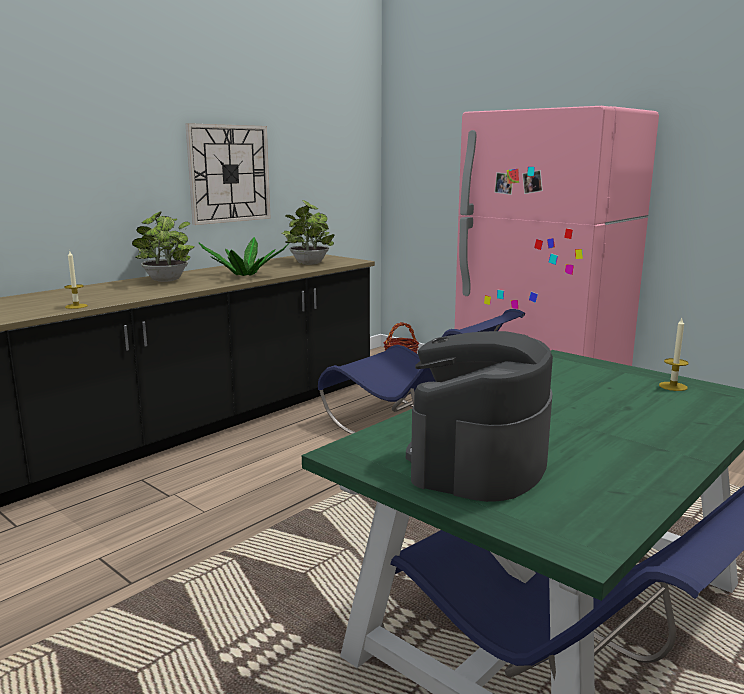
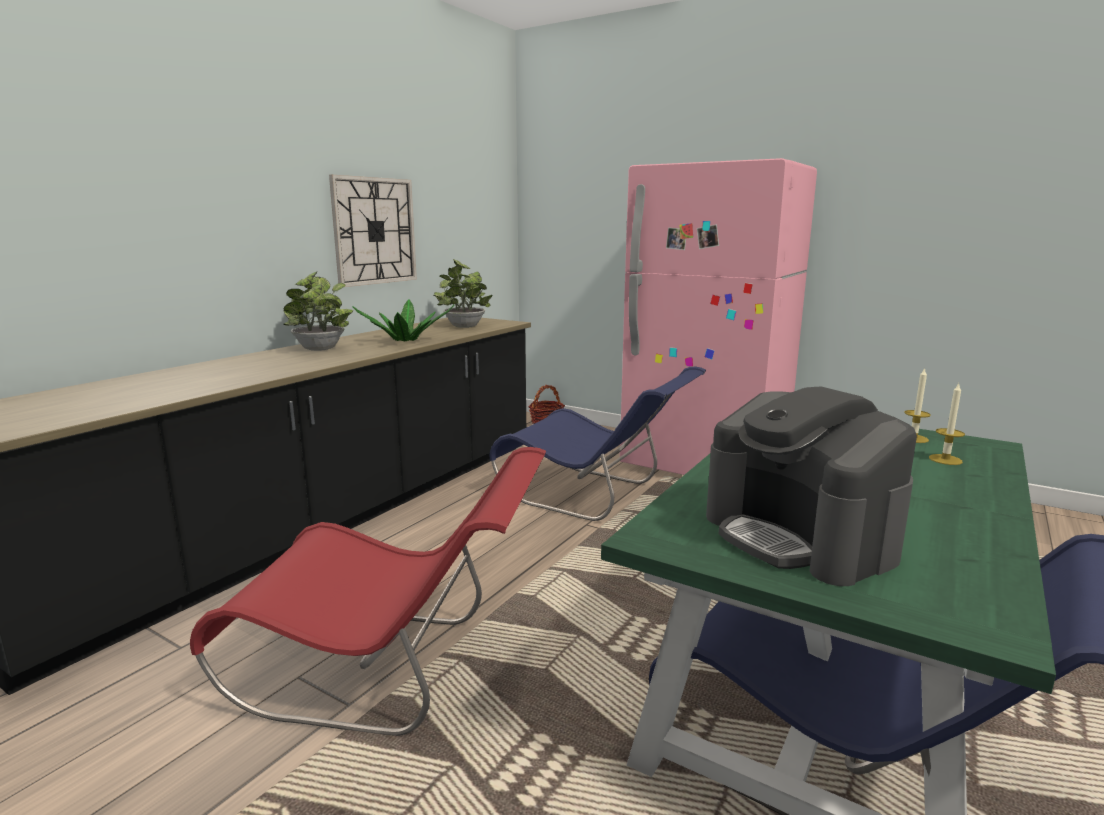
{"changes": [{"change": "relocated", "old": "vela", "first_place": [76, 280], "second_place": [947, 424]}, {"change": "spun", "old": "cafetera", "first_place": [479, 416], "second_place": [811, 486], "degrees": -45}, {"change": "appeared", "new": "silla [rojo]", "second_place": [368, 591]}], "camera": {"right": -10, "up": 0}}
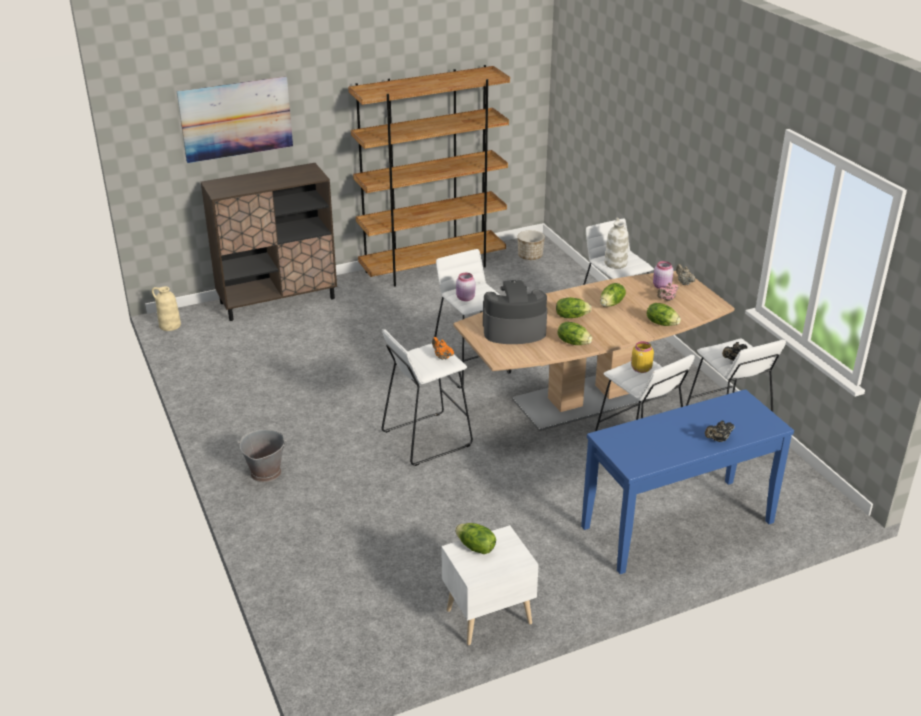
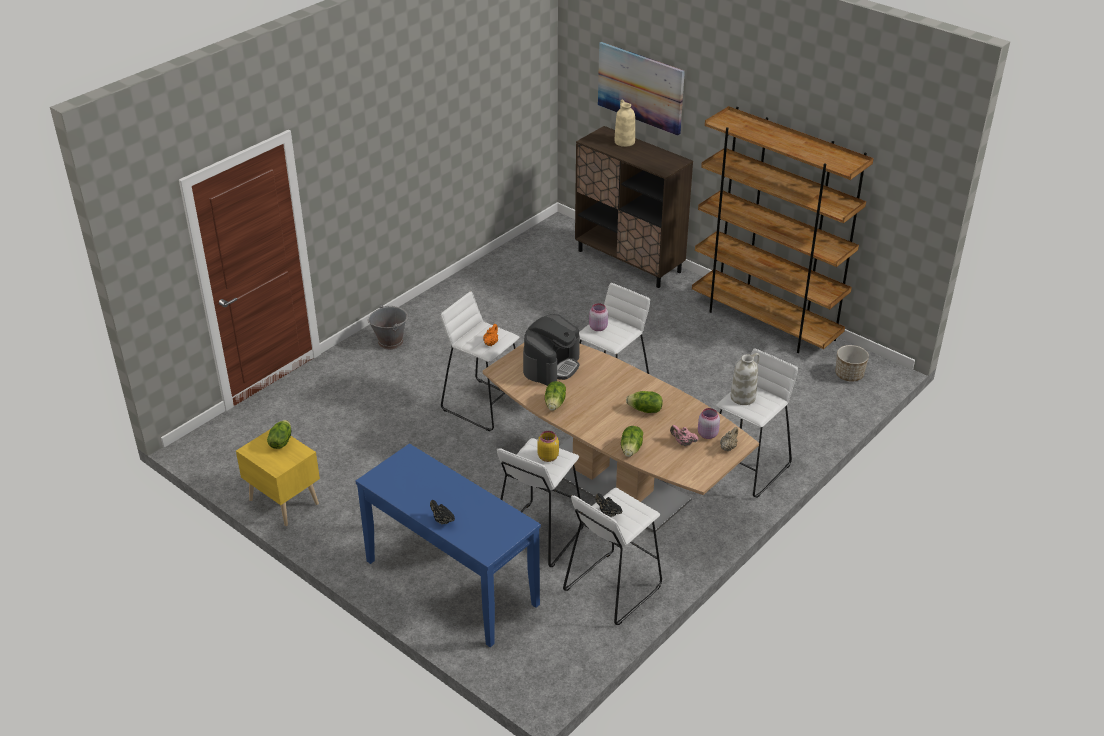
{"changes": [{"change": "spun", "old": "cafetera", "first_place": [515, 312], "second_place": [551, 350], "degrees": 60}, {"change": "relocated", "old": "florero [beis]", "first_place": [166, 308], "second_place": [625, 123]}, {"change": "missing", "old": "lechuga", "first_place": [574, 307]}, {"change": "colour", "old": "mesita de noche [blanco]", "new": "mesita de noche [amarillo]", "first_place": [490, 585], "second_place": [278, 477]}], "camera": {"right": 65, "up": 5}}
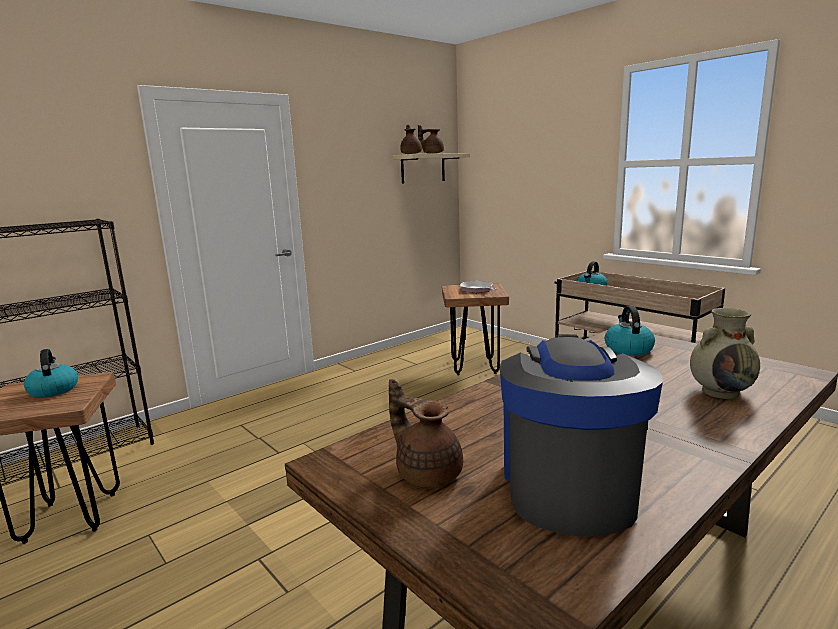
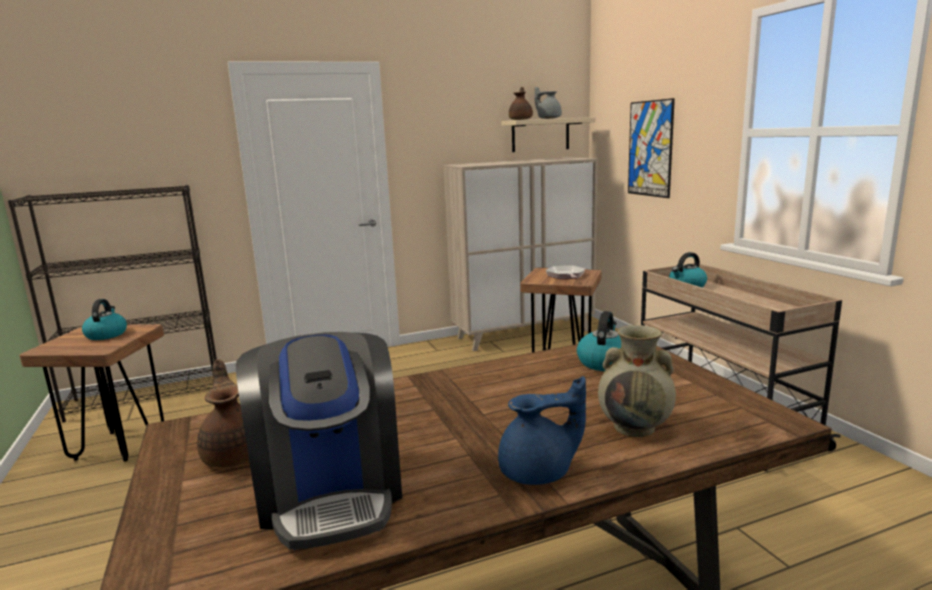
{"changes": [{"change": "colour", "old": "tetera [marrón]", "new": "tetera [gris]", "first_place": [431, 139], "second_place": [548, 103]}, {"change": "spun", "old": "cafetera", "first_place": [581, 435], "second_place": [319, 441], "degrees": 135}, {"change": "appeared", "new": "cuadro", "second_place": [651, 148]}, {"change": "appeared", "new": "armario [beis]", "second_place": [520, 254]}, {"change": "appeared", "new": "tetera [azul]", "second_place": [542, 430]}], "camera": {"right": 20, "up": 0}}
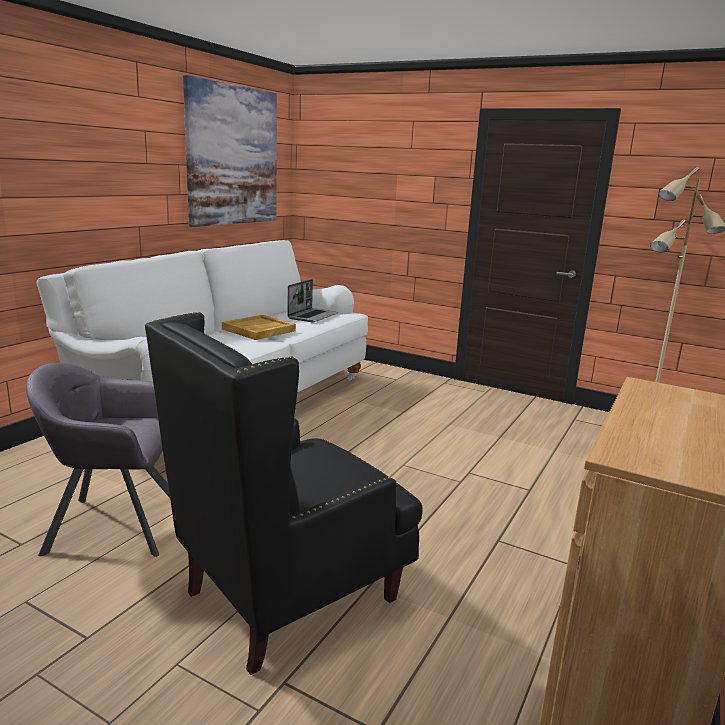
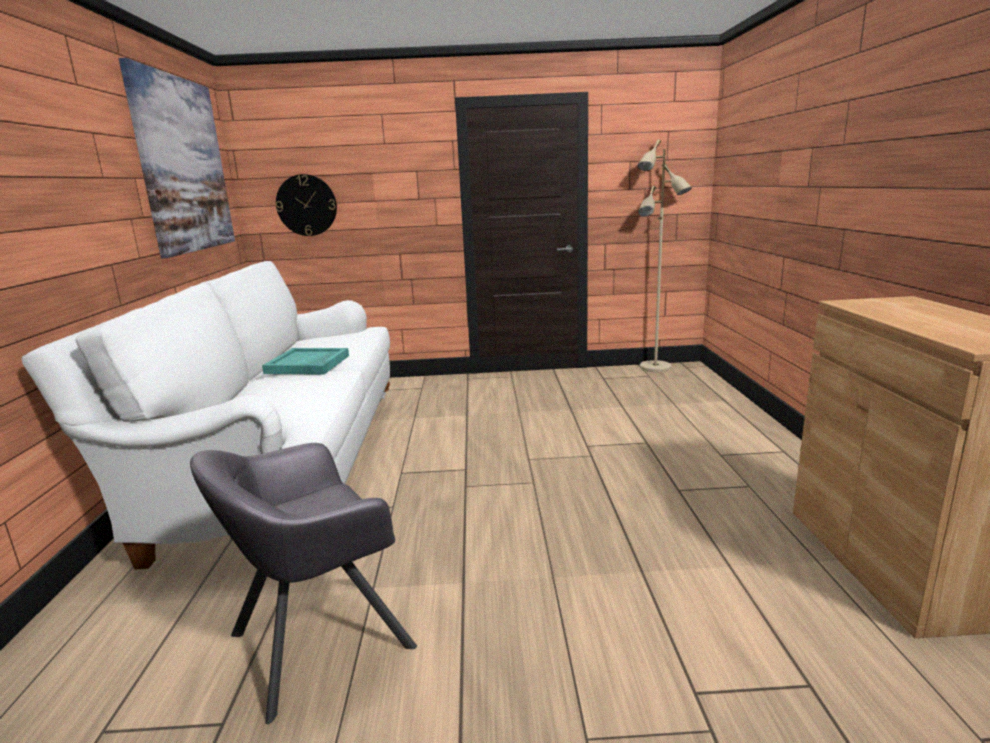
{"changes": [{"change": "missing", "old": "portátil", "first_place": [312, 301]}, {"change": "missing", "old": "sillón [negro]", "first_place": [284, 493]}, {"change": "colour", "old": "bandeja [beis]", "new": "bandeja [turquesa]", "first_place": [259, 327], "second_place": [305, 361]}, {"change": "appeared", "new": "reloj de pared", "second_place": [306, 205]}], "camera": {"right": -30, "up": 0}}
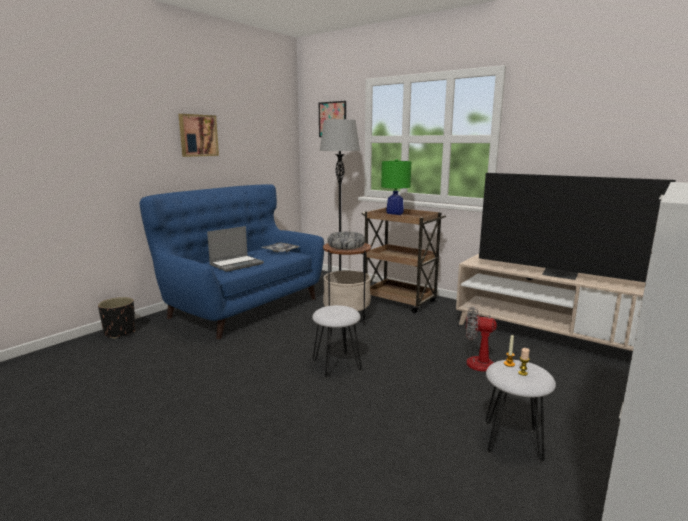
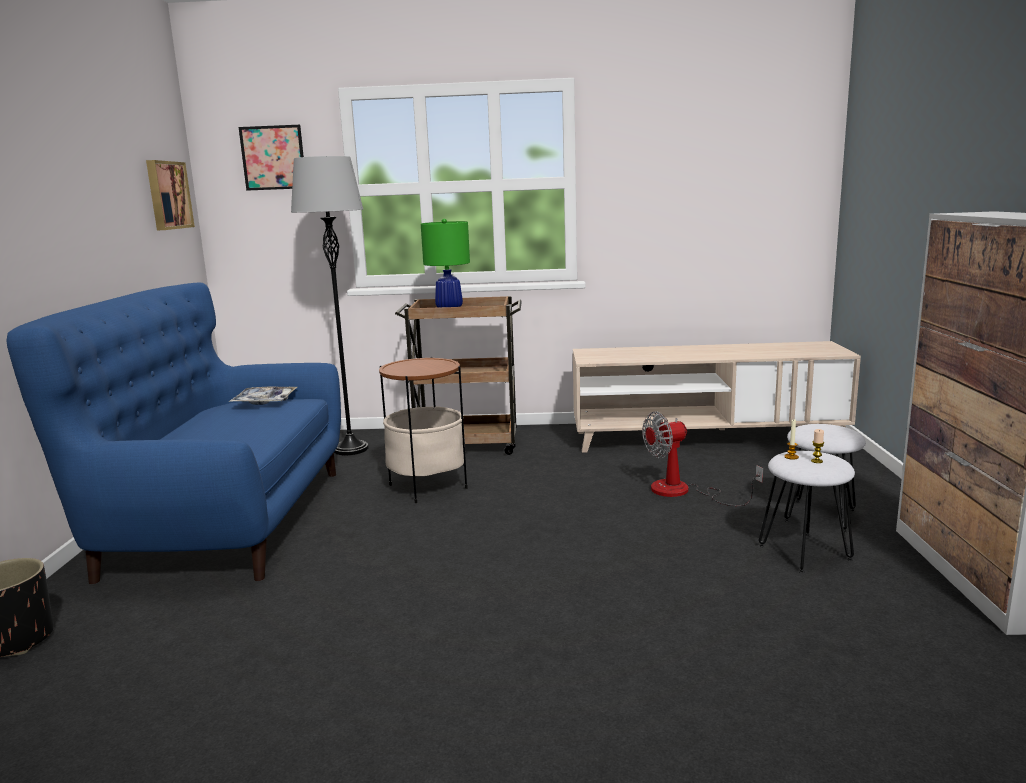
{"changes": [{"change": "relocated", "old": "cuadro", "first_place": [198, 135], "second_place": [170, 195]}, {"change": "missing", "old": "televisor", "first_place": [577, 227]}, {"change": "missing", "old": "portátil", "first_place": [235, 249]}, {"change": "missing", "old": "cuenco", "first_place": [346, 240]}, {"change": "relocated", "old": "taburete [blanco]", "first_place": [337, 342], "second_place": [825, 478]}], "camera": {"right": -35, "up": 0}}
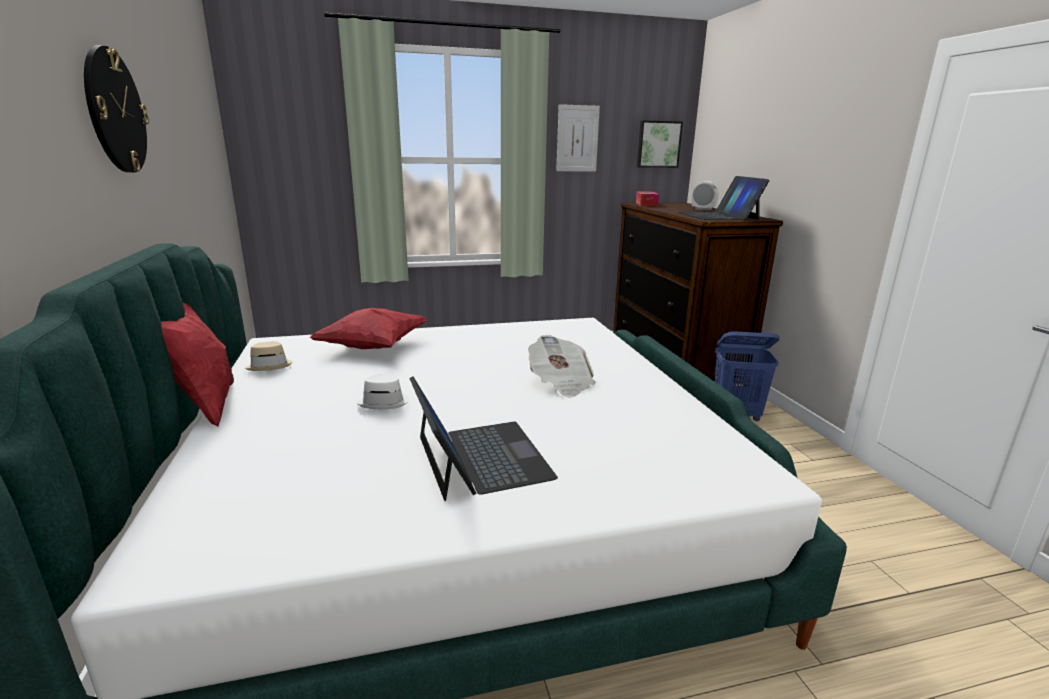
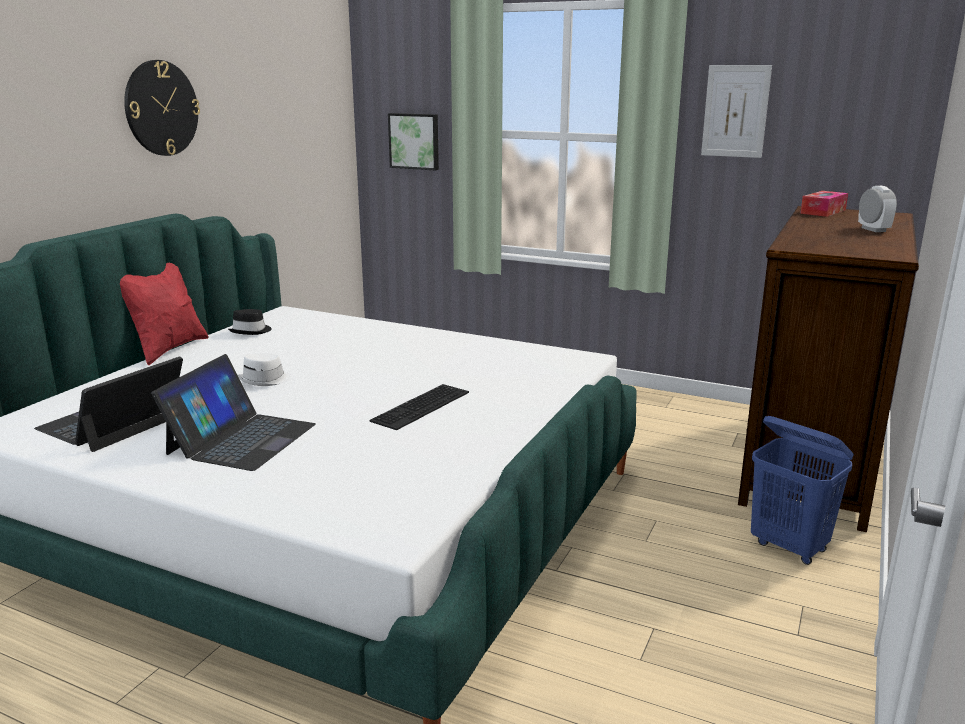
{"changes": [{"change": "relocated", "old": "cuadro", "first_place": [660, 144], "second_place": [413, 141]}, {"change": "relocated", "old": "portátil", "first_place": [724, 198], "second_place": [108, 404]}, {"change": "missing", "old": "cojín [rojo]", "first_place": [368, 328]}, {"change": "exchanged", "old": "periódico", "new": "teclado", "first_place": [562, 366], "second_place": [419, 407]}, {"change": "colour", "old": "sombrero [beis]", "new": "sombrero [negro]", "first_place": [269, 356], "second_place": [250, 322]}], "camera": {"right": 40, "up": 0}}
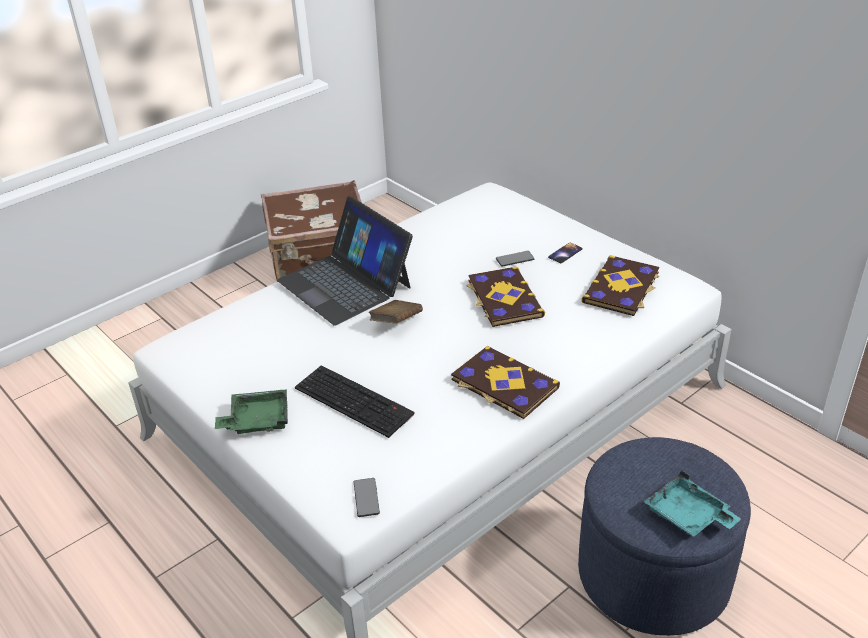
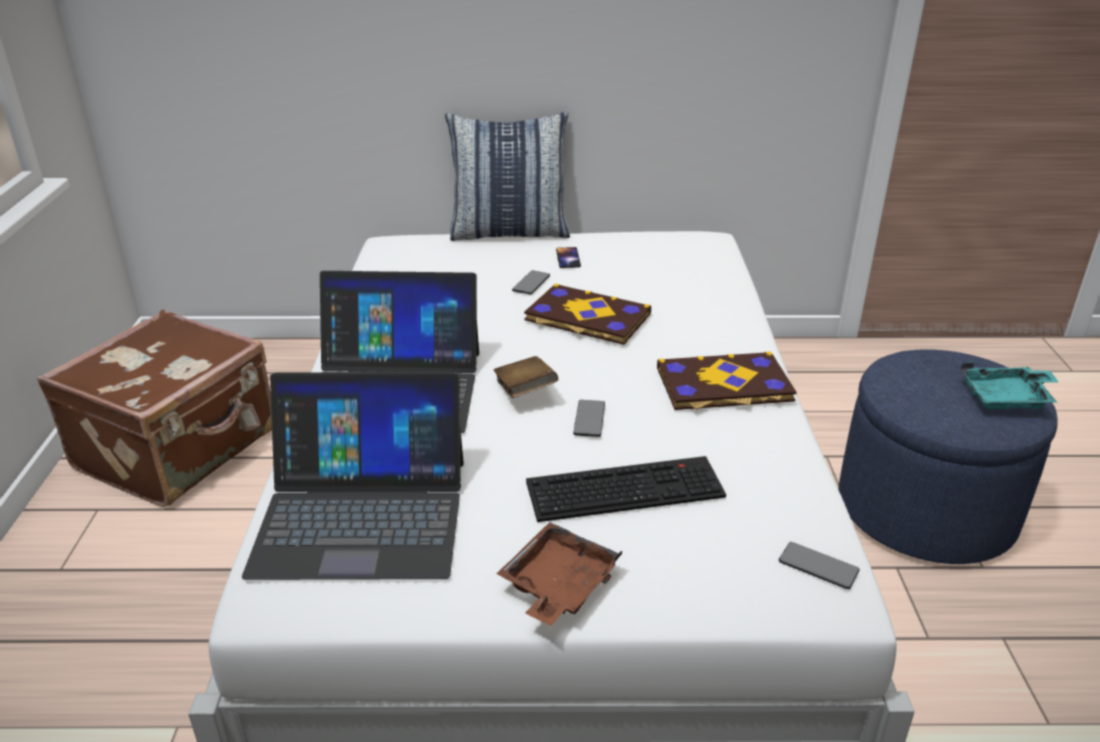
{"changes": [{"change": "missing", "old": "libro", "first_place": [620, 285]}, {"change": "colour", "old": "bandeja [verde]", "new": "bandeja [marrón]", "first_place": [251, 411], "second_place": [560, 574]}, {"change": "appeared", "new": "cojín", "second_place": [507, 176]}, {"change": "appeared", "new": "portátil", "second_place": [353, 476]}, {"change": "appeared", "new": "móvil", "second_place": [589, 418]}], "camera": {"right": -50, "up": -5}}
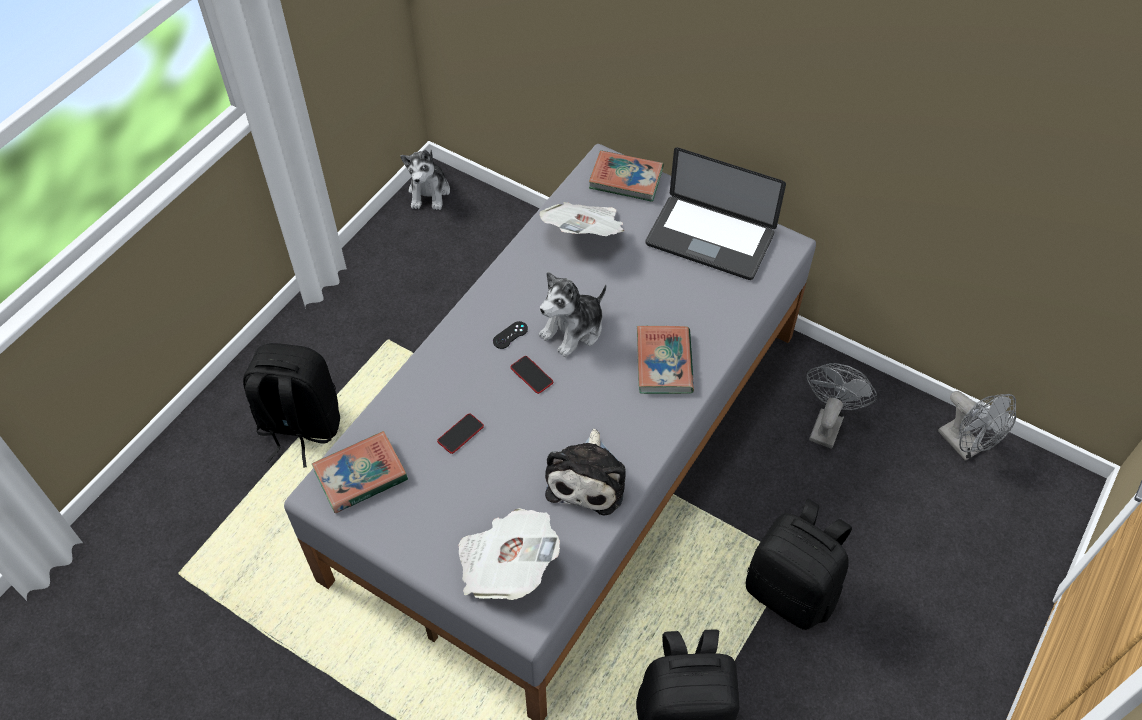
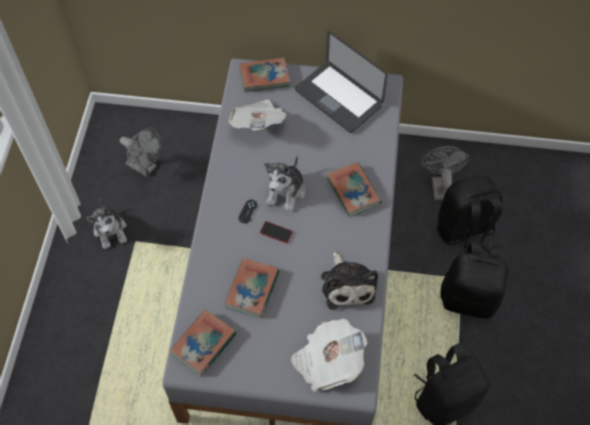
{"changes": [{"change": "spun", "old": "portátil", "first_place": [716, 213], "second_place": [341, 82], "degrees": 45}, {"change": "relocated", "old": "peluche", "first_place": [425, 180], "second_place": [106, 224]}, {"change": "relocated", "old": "mochila [negro]", "first_place": [291, 405], "second_place": [470, 214]}, {"change": "relocated", "old": "ventilador [gris]", "first_place": [977, 426], "second_place": [140, 152]}, {"change": "exchanged", "old": "móvil", "new": "libro", "first_place": [460, 433], "second_place": [252, 288]}], "camera": {"right": -25, "up": 5}}
